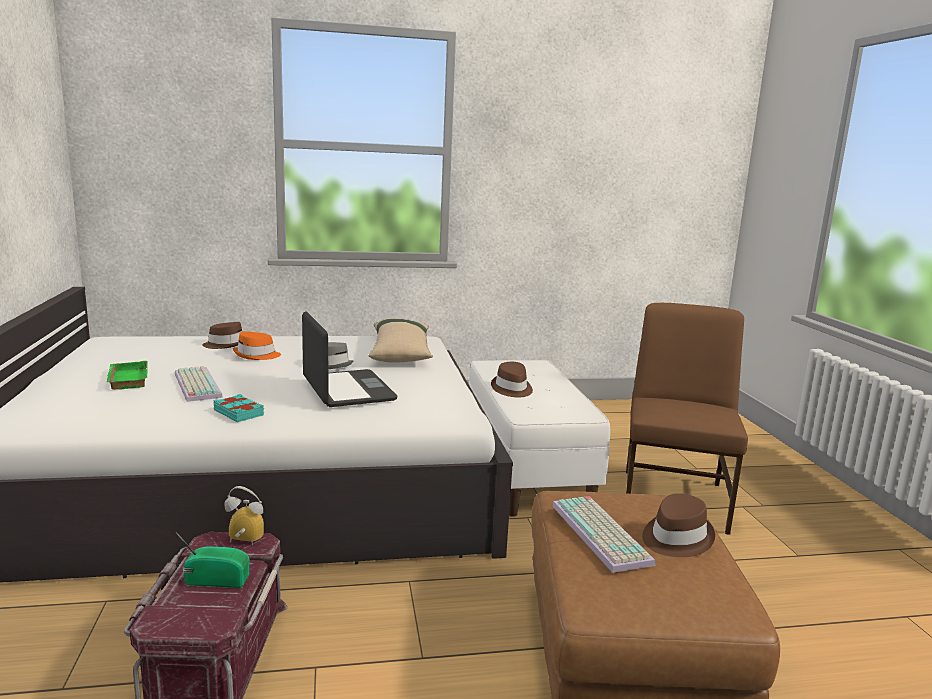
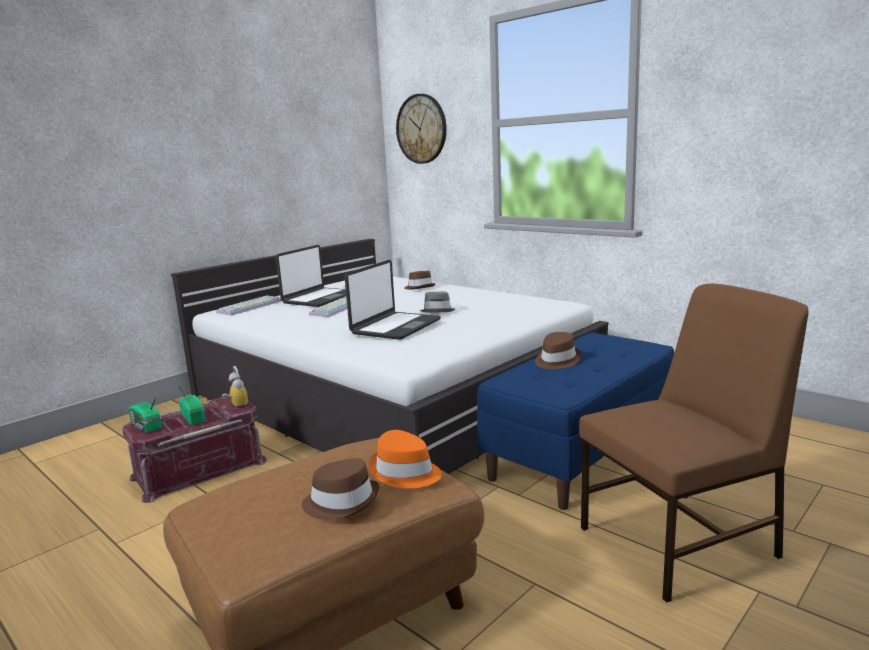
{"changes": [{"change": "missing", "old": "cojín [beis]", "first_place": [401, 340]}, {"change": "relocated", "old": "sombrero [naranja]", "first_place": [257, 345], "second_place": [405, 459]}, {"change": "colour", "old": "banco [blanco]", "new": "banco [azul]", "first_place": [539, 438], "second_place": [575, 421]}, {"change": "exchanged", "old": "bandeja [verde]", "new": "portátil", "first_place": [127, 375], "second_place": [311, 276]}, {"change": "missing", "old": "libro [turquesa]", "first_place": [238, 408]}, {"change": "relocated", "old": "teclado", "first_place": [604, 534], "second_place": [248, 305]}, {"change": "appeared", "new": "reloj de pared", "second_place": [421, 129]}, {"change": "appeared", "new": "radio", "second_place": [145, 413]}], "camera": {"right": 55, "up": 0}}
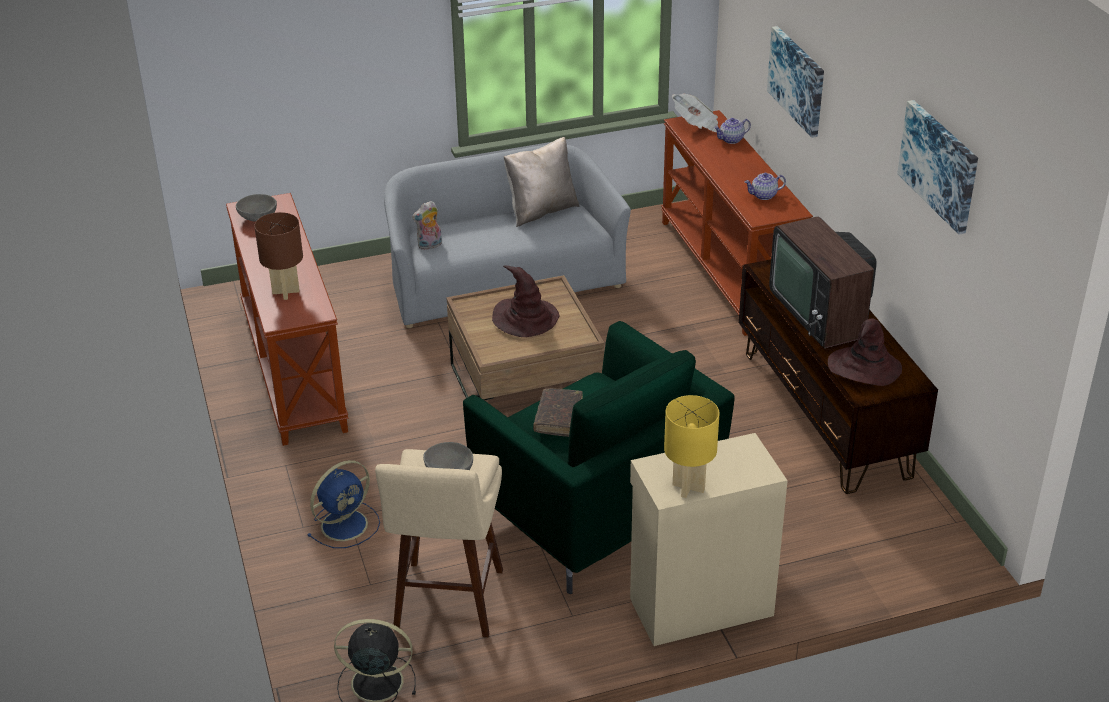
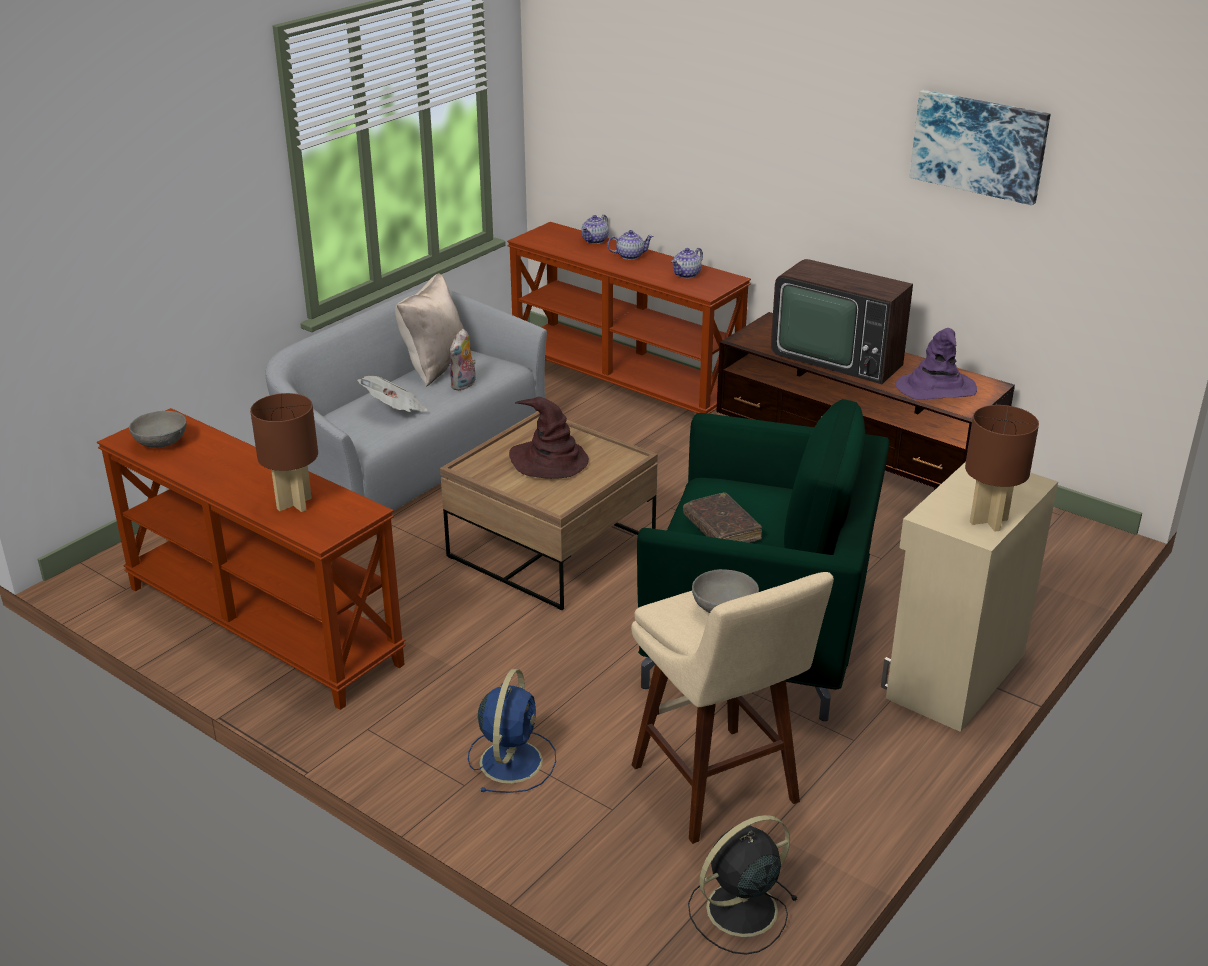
{"changes": [{"change": "missing", "old": "cuadro", "first_place": [795, 82]}, {"change": "relocated", "old": "periódico", "first_place": [695, 113], "second_place": [393, 394]}, {"change": "relocated", "old": "peluche", "first_place": [427, 225], "second_place": [462, 360]}, {"change": "colour", "old": "sombrero [marrón]", "new": "sombrero [morado]", "first_place": [865, 352], "second_place": [936, 364]}, {"change": "colour", "old": "lámpara de mesa [amarillo]", "new": "lámpara de mesa [marrón]", "first_place": [692, 446], "second_place": [1002, 468]}, {"change": "appeared", "new": "tetera", "second_place": [630, 245]}], "camera": {"right": -35, "up": -5}}
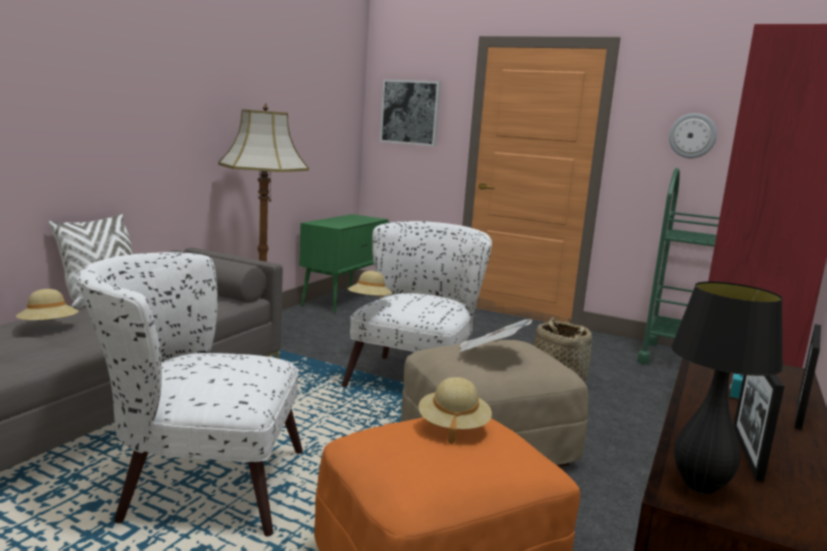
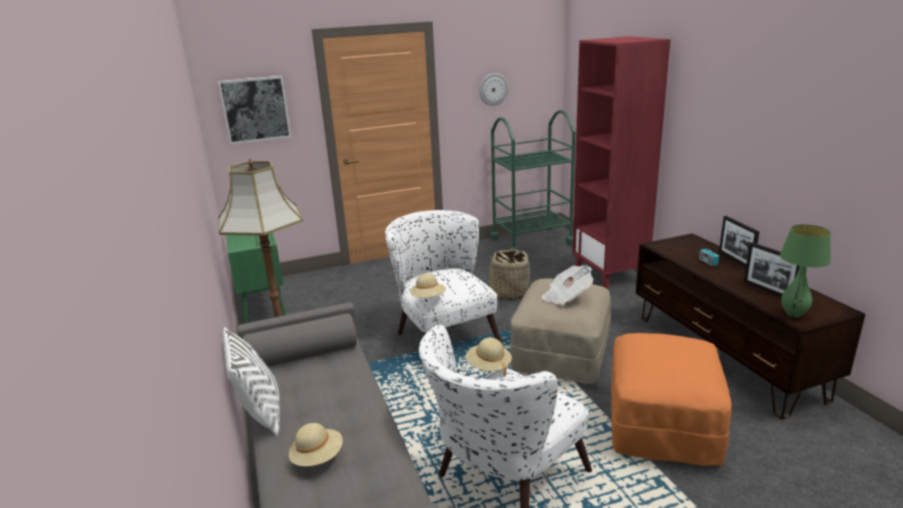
{"changes": [{"change": "colour", "old": "lámpara de mesa [negro]", "new": "lámpara de mesa [verde]", "first_place": [727, 387], "second_place": [805, 270]}, {"change": "relocated", "old": "sombrero [beis]", "first_place": [455, 411], "second_place": [489, 357]}], "camera": {"right": -45, "up": 10}}
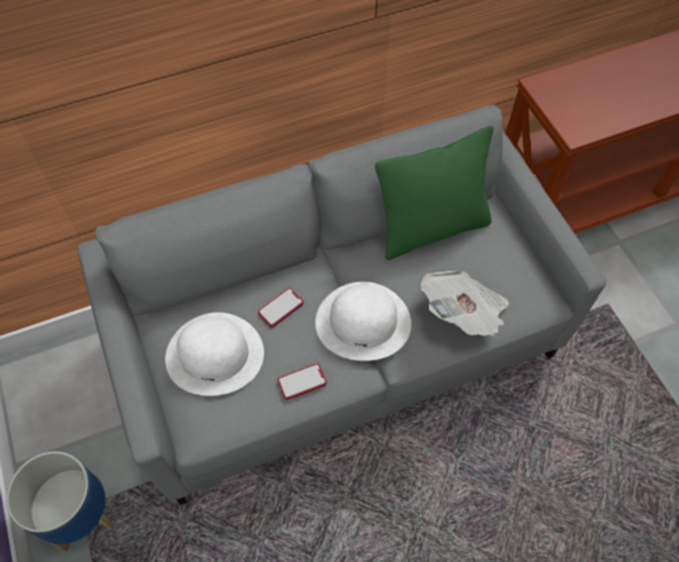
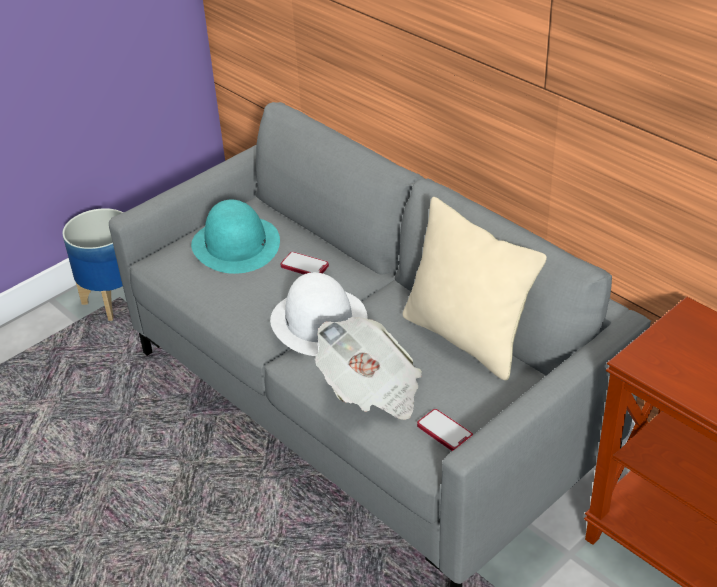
{"changes": [{"change": "colour", "old": "cojín [verde]", "new": "cojín [beis]", "first_place": [434, 193], "second_place": [475, 288]}, {"change": "colour", "old": "sombrero [blanco]", "new": "sombrero [turquesa]", "first_place": [214, 354], "second_place": [235, 237]}, {"change": "relocated", "old": "móvil", "first_place": [302, 381], "second_place": [445, 430]}], "camera": {"right": 70, "up": -20}}
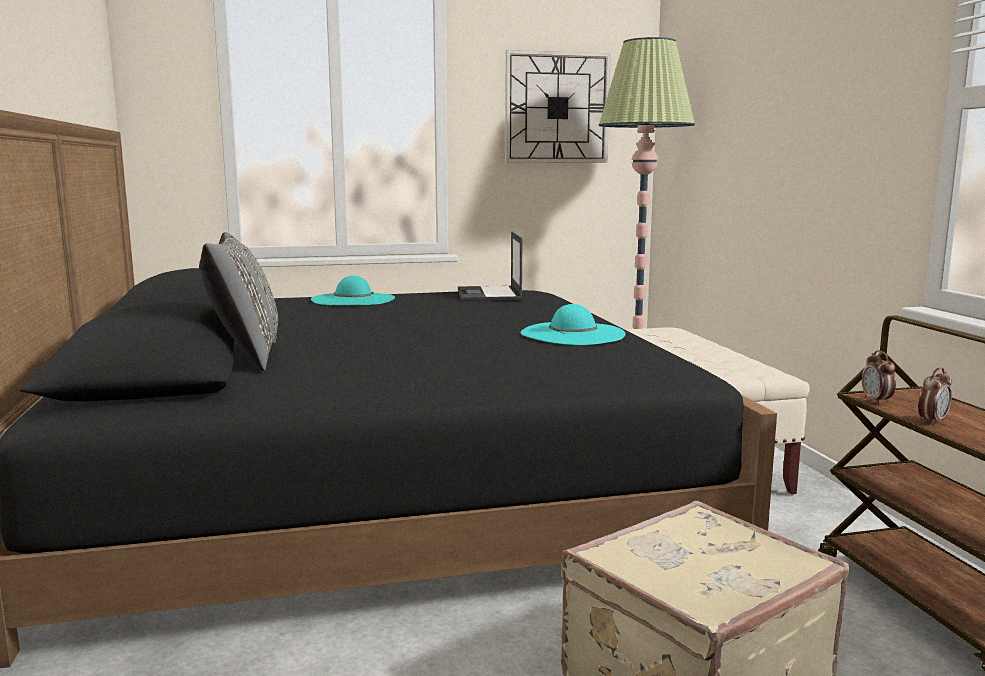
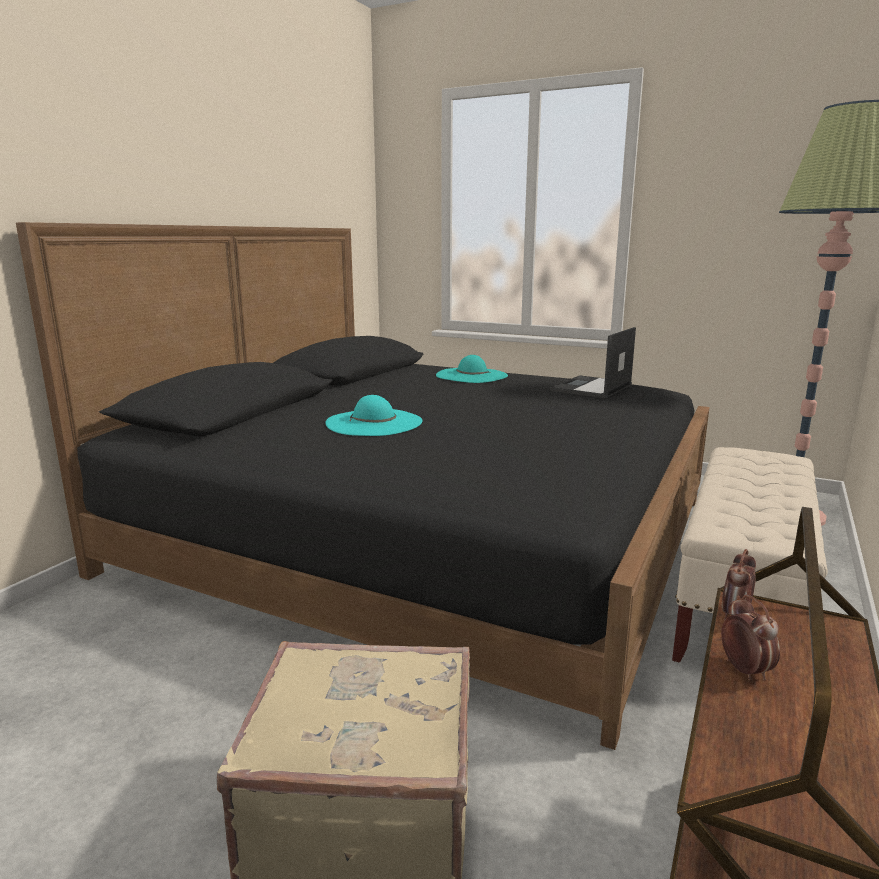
{"changes": [{"change": "missing", "old": "reloj de pared", "first_place": [558, 106]}, {"change": "missing", "old": "cojín [gris]", "first_place": [238, 301]}, {"change": "relocated", "old": "sombrero [turquesa]", "first_place": [573, 324], "second_place": [373, 415]}, {"change": "spun", "old": "despertador", "first_place": [935, 396], "second_place": [750, 638], "degrees": -105}], "camera": {"right": 40, "up": 5}}
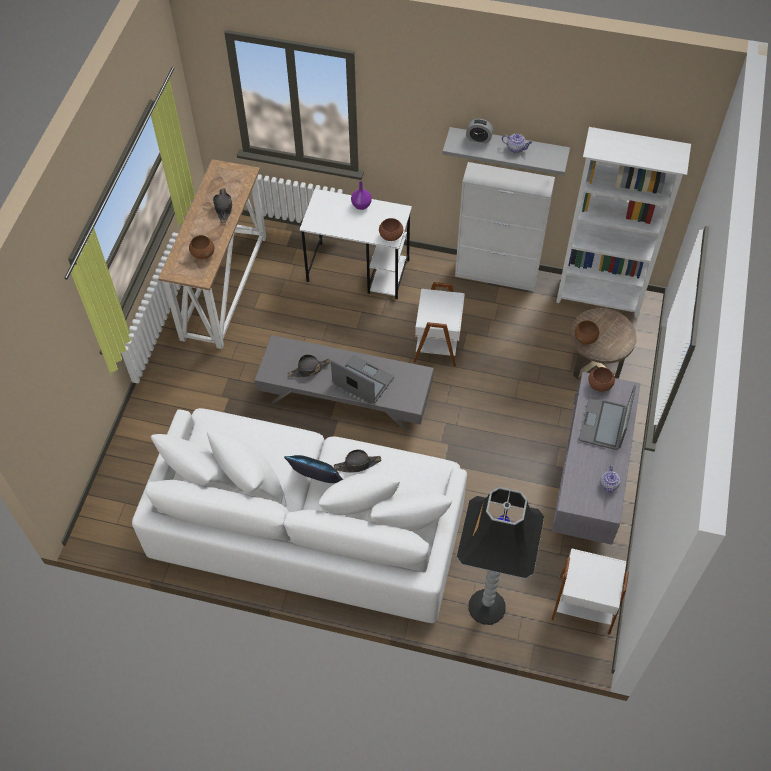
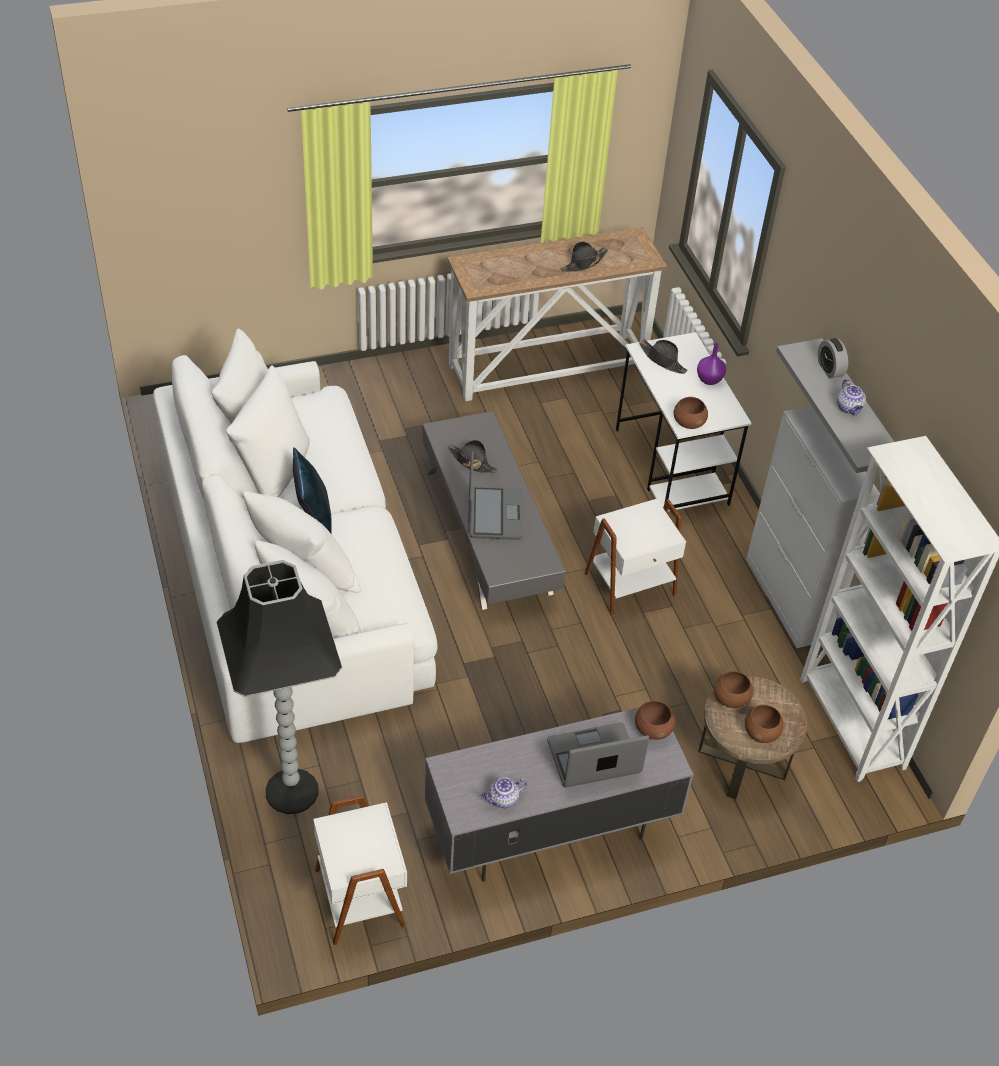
{"changes": [{"change": "relocated", "old": "cuenco [marrón]", "first_place": [201, 247], "second_place": [764, 724]}, {"change": "relocated", "old": "sombrero [negro]", "first_place": [358, 461], "second_place": [663, 356]}], "camera": {"right": 55, "up": -10}}
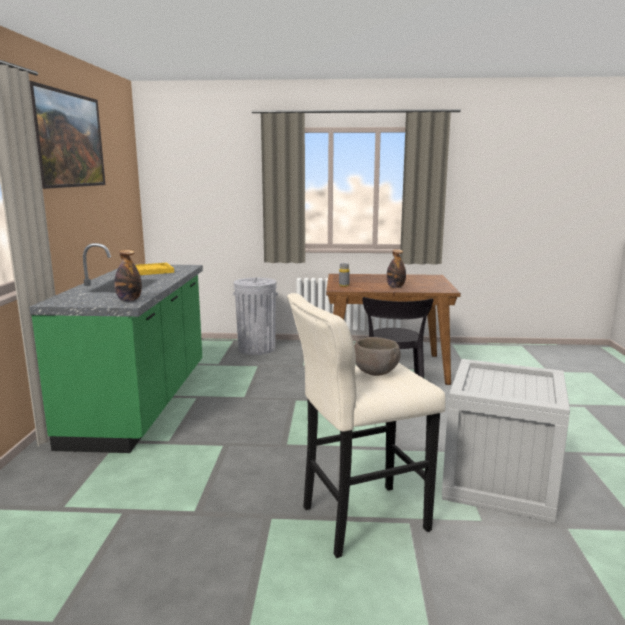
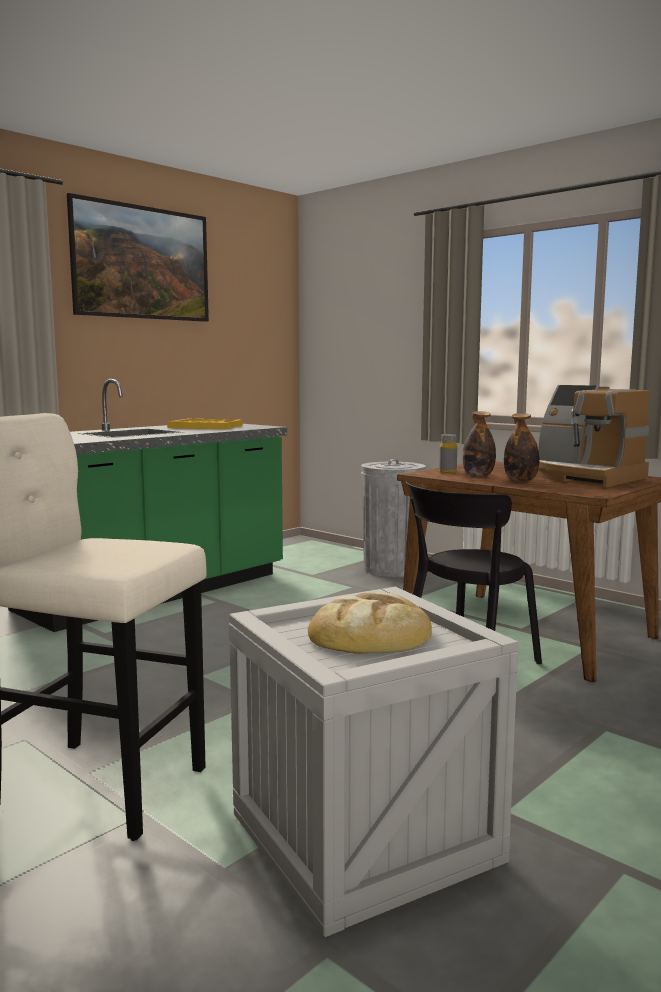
{"changes": [{"change": "relocated", "old": "botella", "first_place": [128, 275], "second_place": [479, 444]}, {"change": "missing", "old": "cuenco [marrón]", "first_place": [377, 356]}, {"change": "appeared", "new": "cafetera", "second_place": [593, 436]}, {"change": "appeared", "new": "pan", "second_place": [370, 623]}], "camera": {"right": 40, "up": -5}}
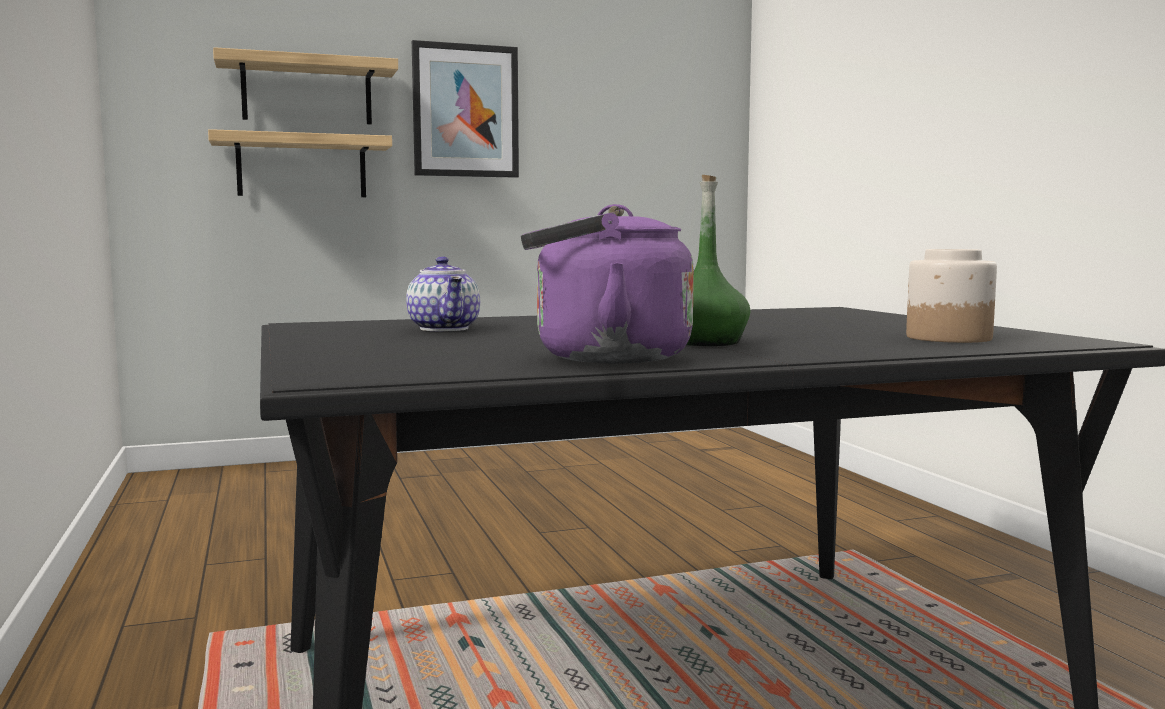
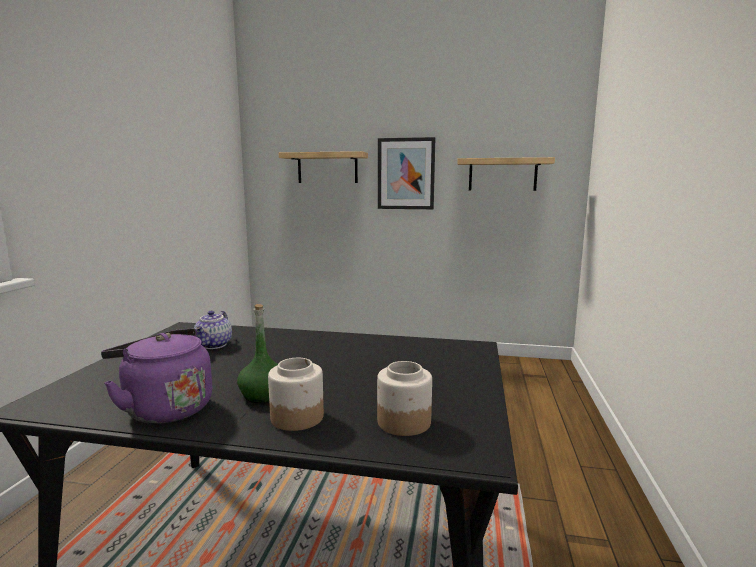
{"changes": [{"change": "relocated", "old": "estante", "first_place": [300, 163], "second_place": [506, 174]}, {"change": "appeared", "new": "tarro", "second_place": [296, 394]}], "camera": {"right": 30, "up": 5}}
